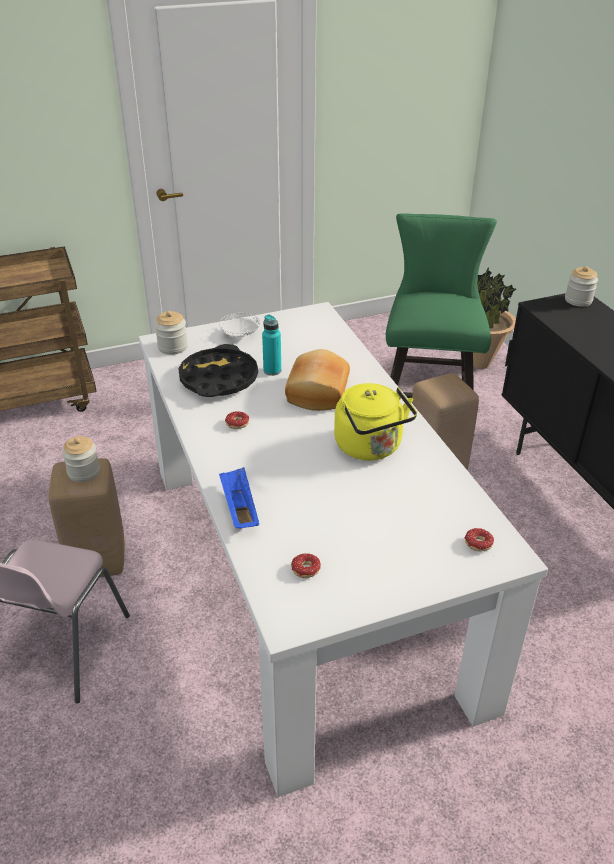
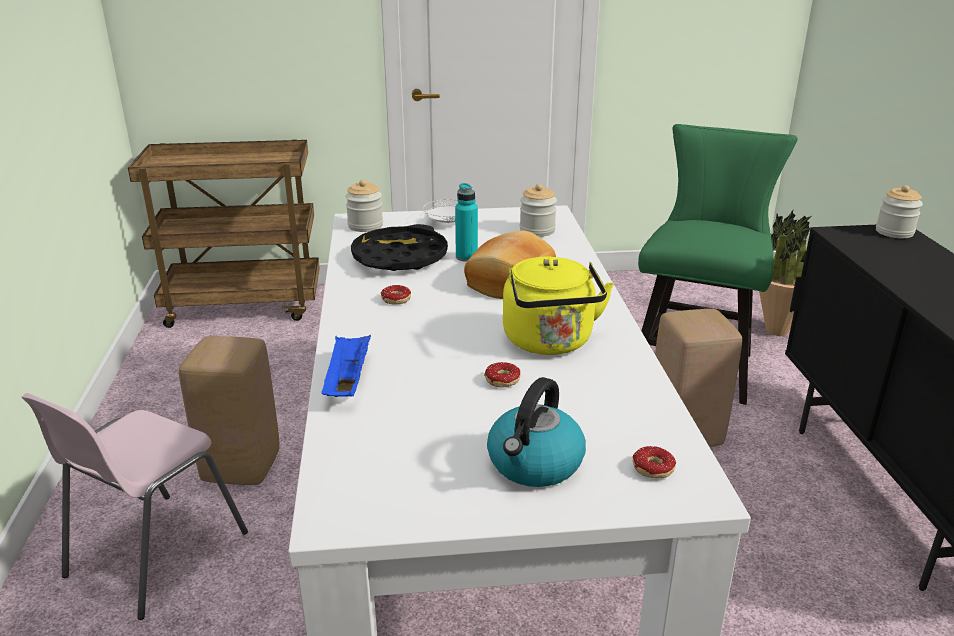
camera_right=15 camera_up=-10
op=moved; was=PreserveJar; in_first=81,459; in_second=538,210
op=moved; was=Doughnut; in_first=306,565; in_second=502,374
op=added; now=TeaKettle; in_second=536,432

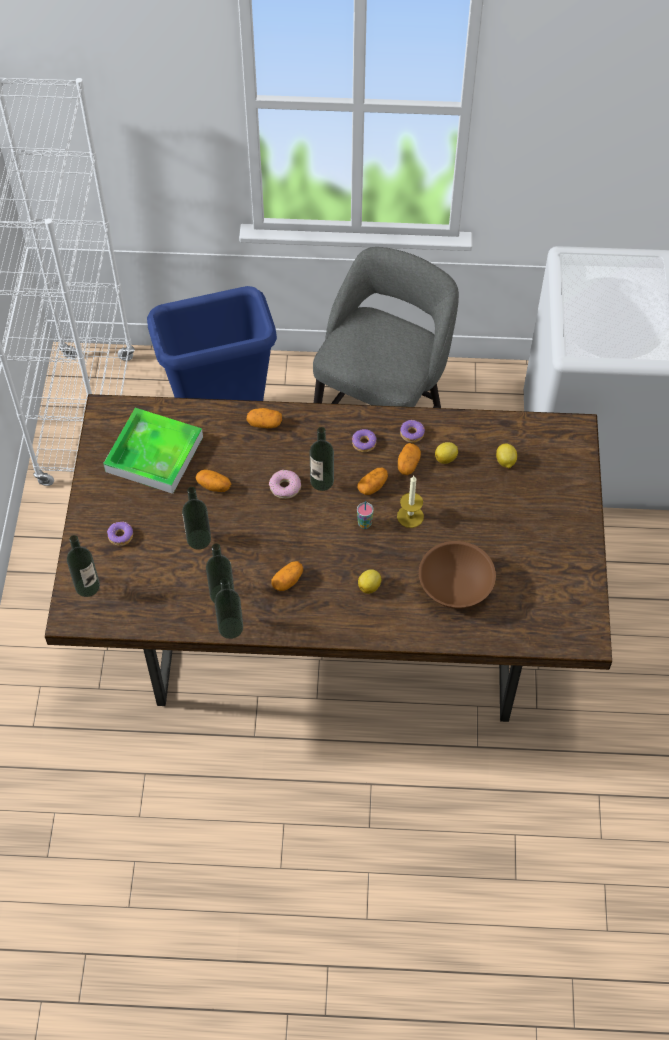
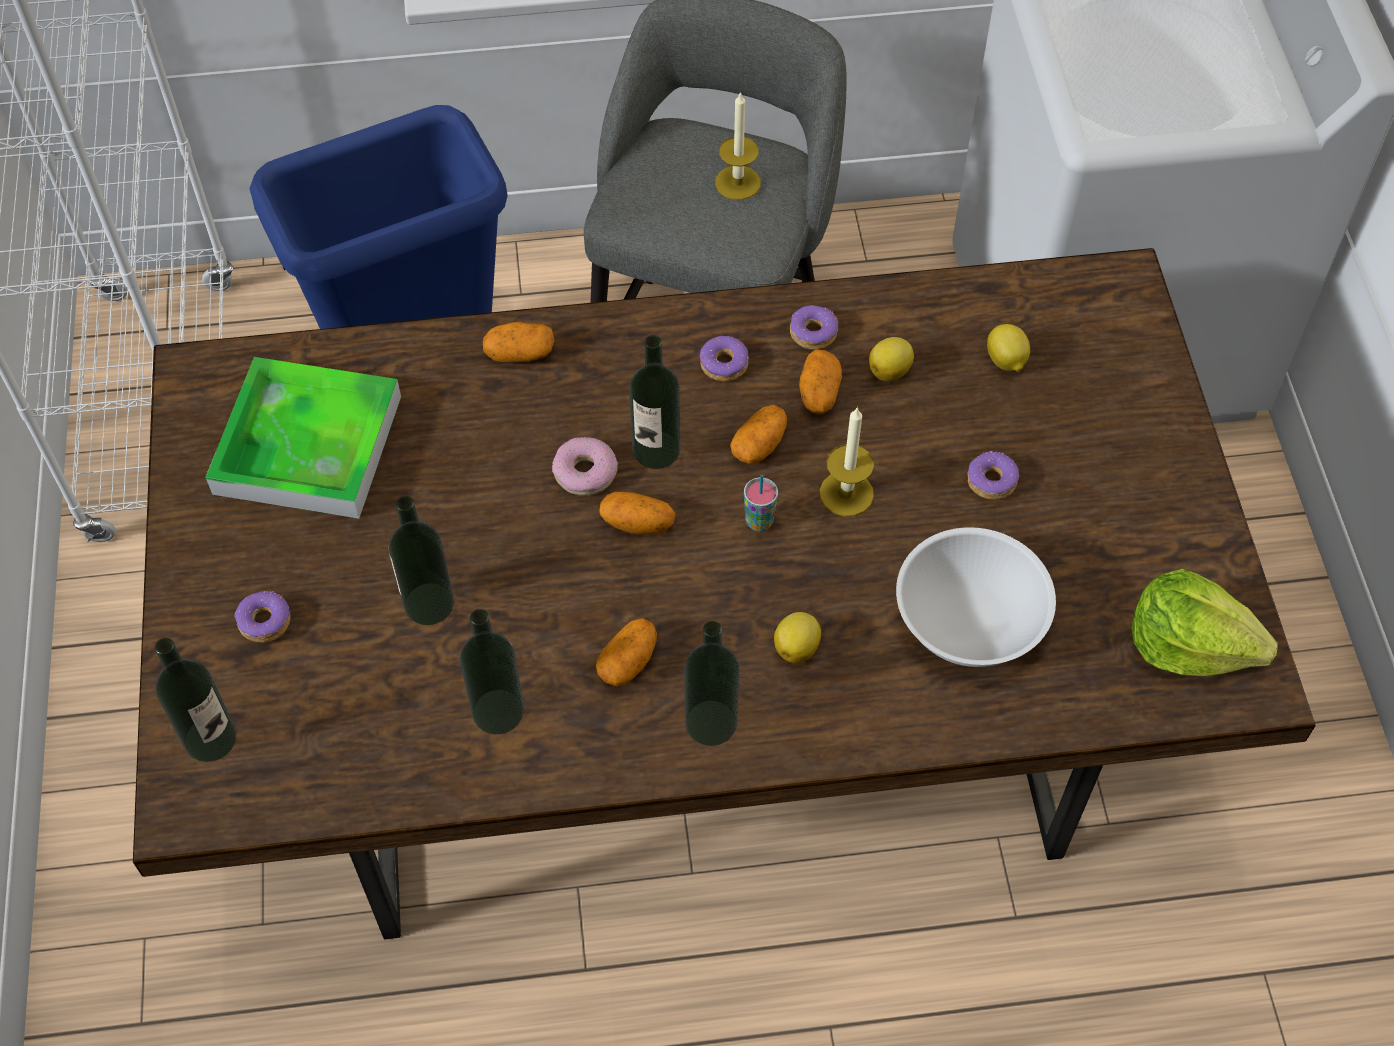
camera_right=-10 camera_up=0
op=moved; was=Potato; in_first=213,480; in_second=637,513
op=moved; was=BeverageBottle; in_first=228,608; in_second=711,683
op=recoloured; was=BrownishBowl; now=WhitishBowl; in_first=457,575; in_second=976,597
op=added; now=WaxLight; in_second=738,145
op=added; now=Doughnut; in_second=993,475
op=added; now=HeadOfLettuce; in_second=1205,622

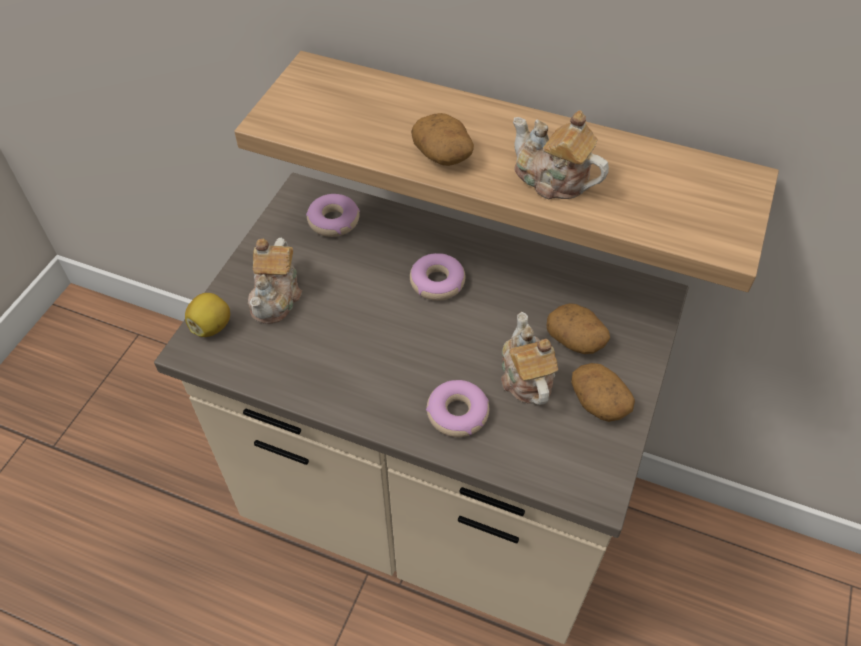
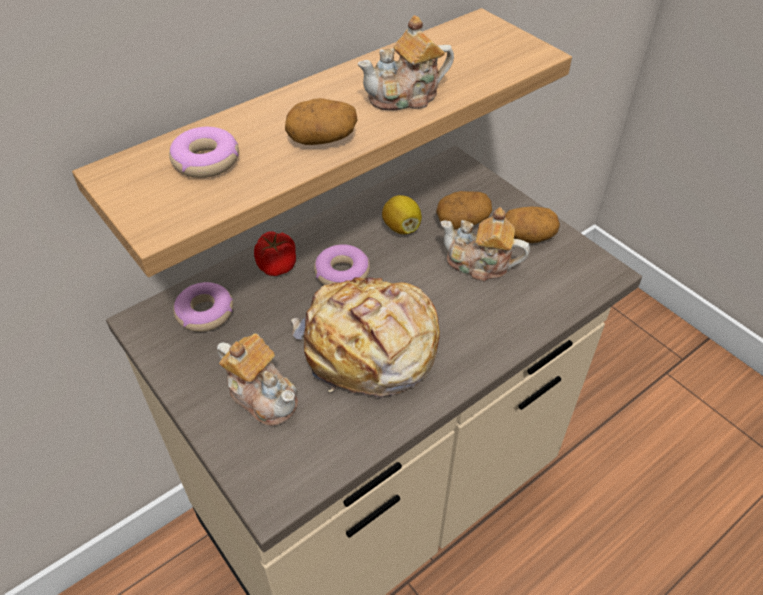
camera_right=-60 camera_up=-5
op=moved; was=CitrusFruit; in_first=207,315; in_second=402,214
op=moved; was=Doughnut; in_first=457,408; in_second=204,152
op=added; now=FreshTomato; in_second=275,254
op=added; now=BakedBread; in_second=365,337

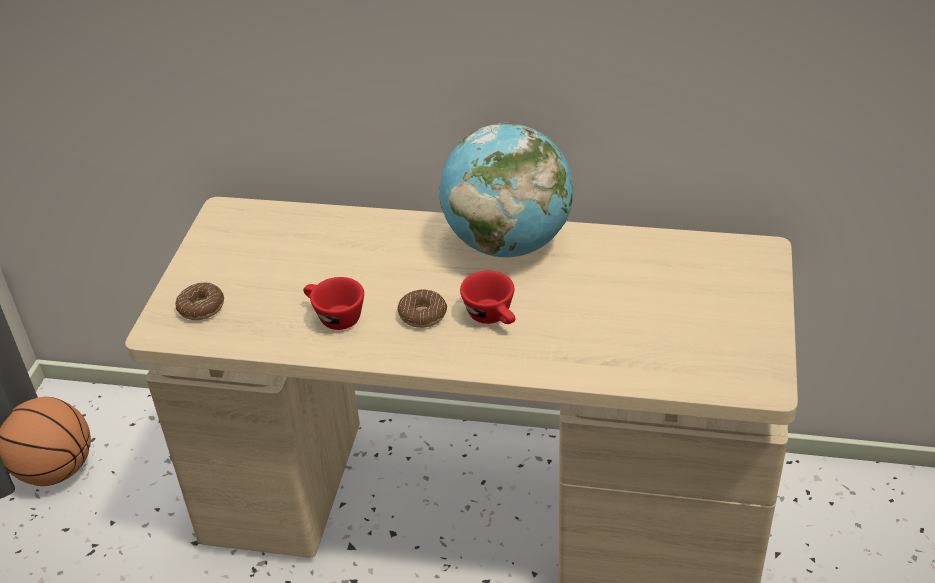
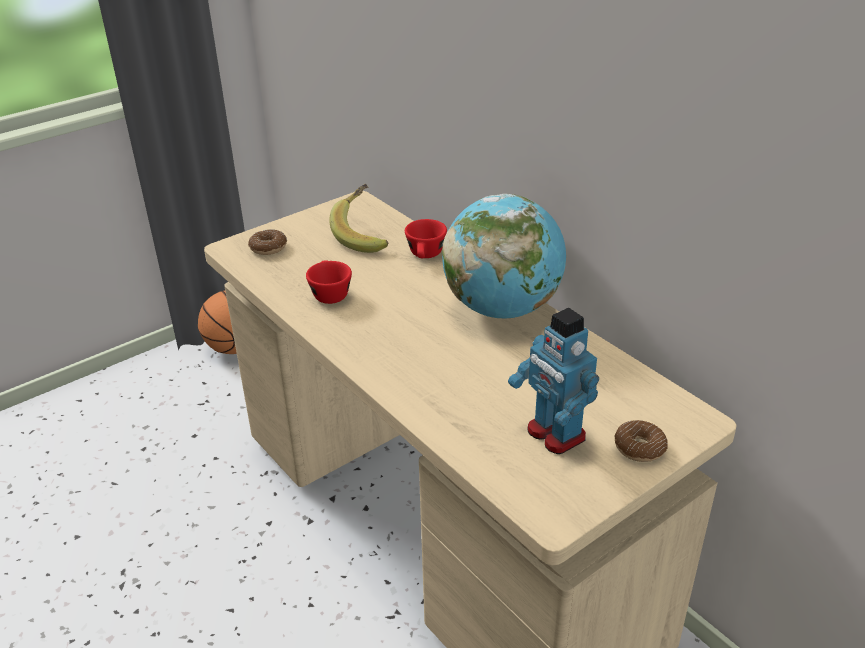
camera_right=40 camera_up=-5
op=moved; was=Doughnut; in_first=422,309; in_second=641,441
op=moved; was=RedSmallCup; in_first=487,297; in_second=426,238
op=added; now=BananaFruit; in_second=359,218
op=added; now=ToyRobot; in_second=553,381

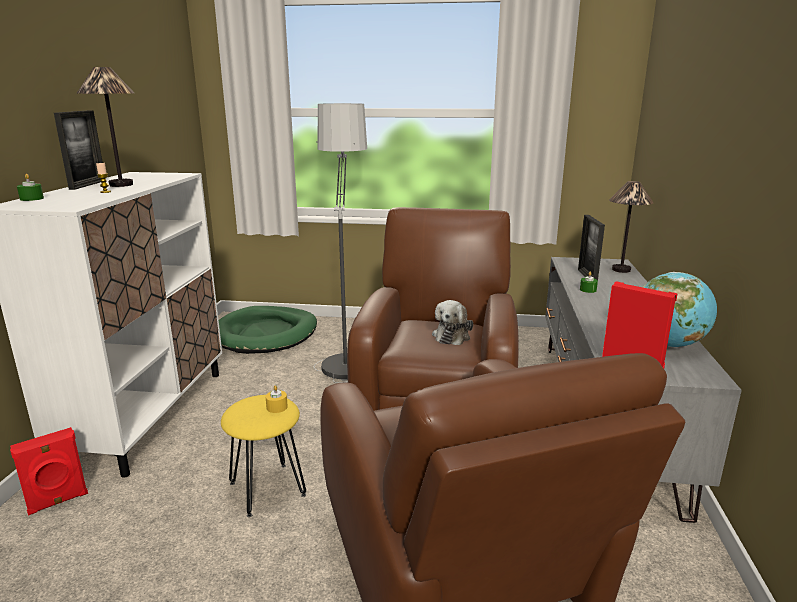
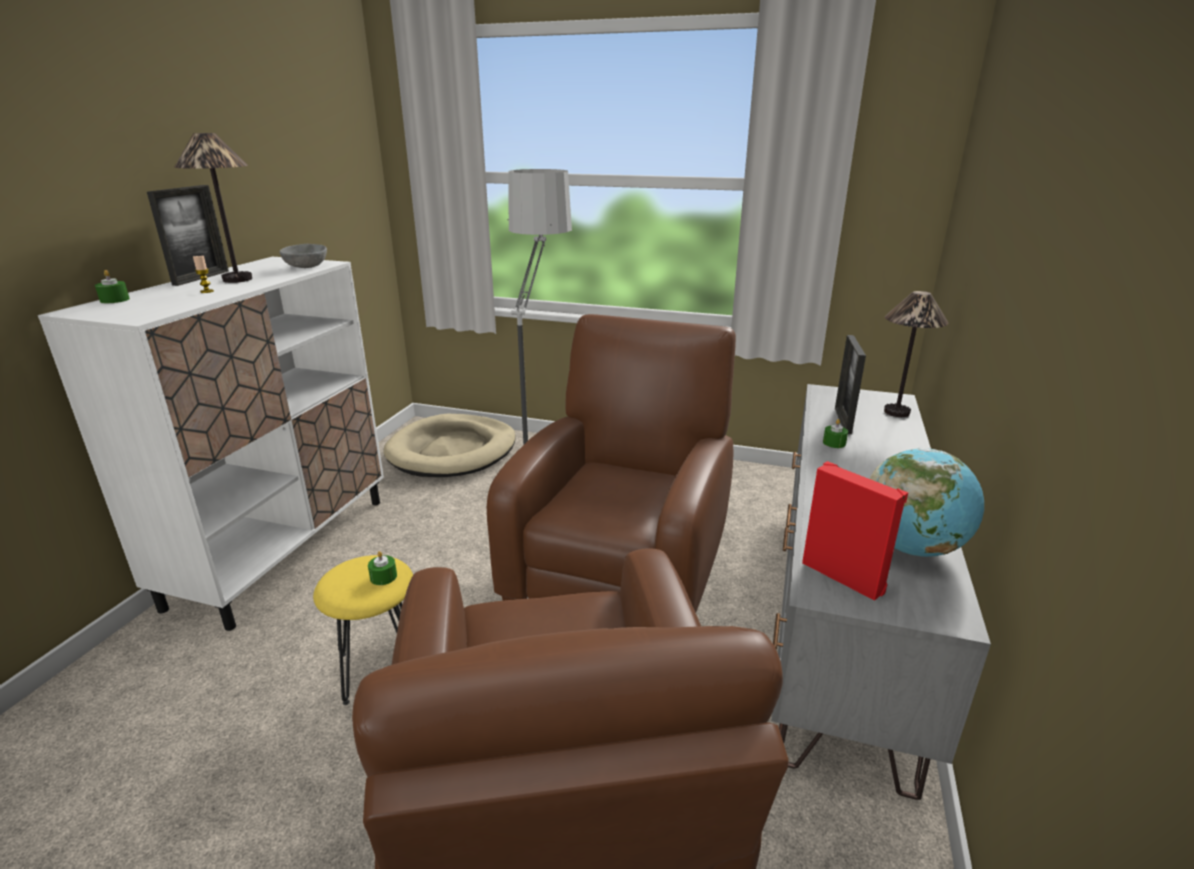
camera_right=10 camera_up=5
op=removed; was=RedAudioSpeaker; in_first=49,471
op=recoloured; was=GreenColouredDogCushion; now=BeigeColouredDogCushion; in_first=268,330; in_second=449,445
op=recoloured; was=YellowColouredWaxLight; now=GreenColouredWaxLight; in_first=277,399; in_second=382,568
op=removed; was=CuddlyToy; in_first=452,322
op=added; now=GreyBowl; in_second=303,256

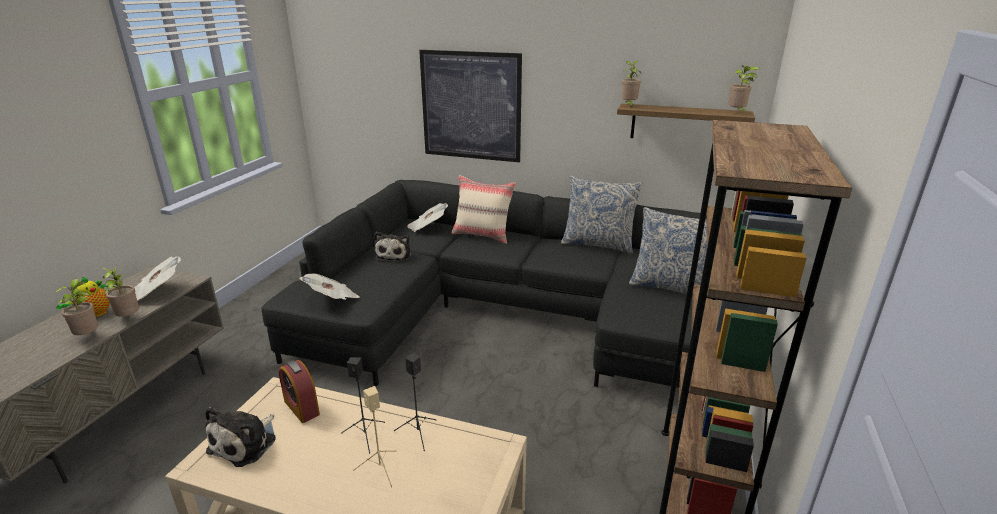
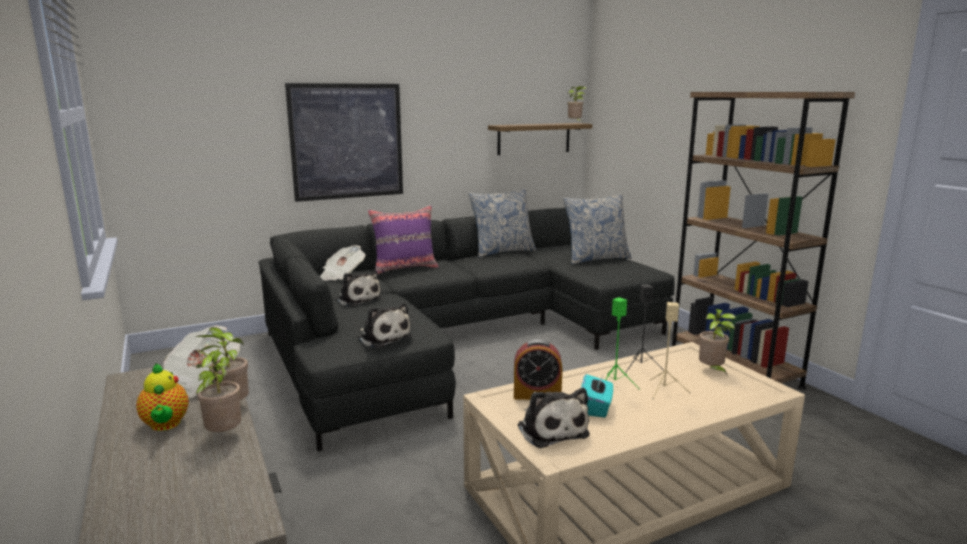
camera_right=-45 camera_up=-10
op=replaced; was=Newspaper; now=CuddlyToy; in_first=330,287; in_second=385,325
op=recoloured; was=BlackColouredAudioSpeaker; now=GreenColouredAudioSpeaker; in_first=363,405; in_second=622,343
op=recoloured; was=BeigeColouredPillow; now=PurpleColouredPillow; in_first=483,209; in_second=403,239
op=moved; was=PlantInAPot; in_first=631,84; in_second=717,343
op=added; now=TurquoiseTissueBox; in_second=597,395

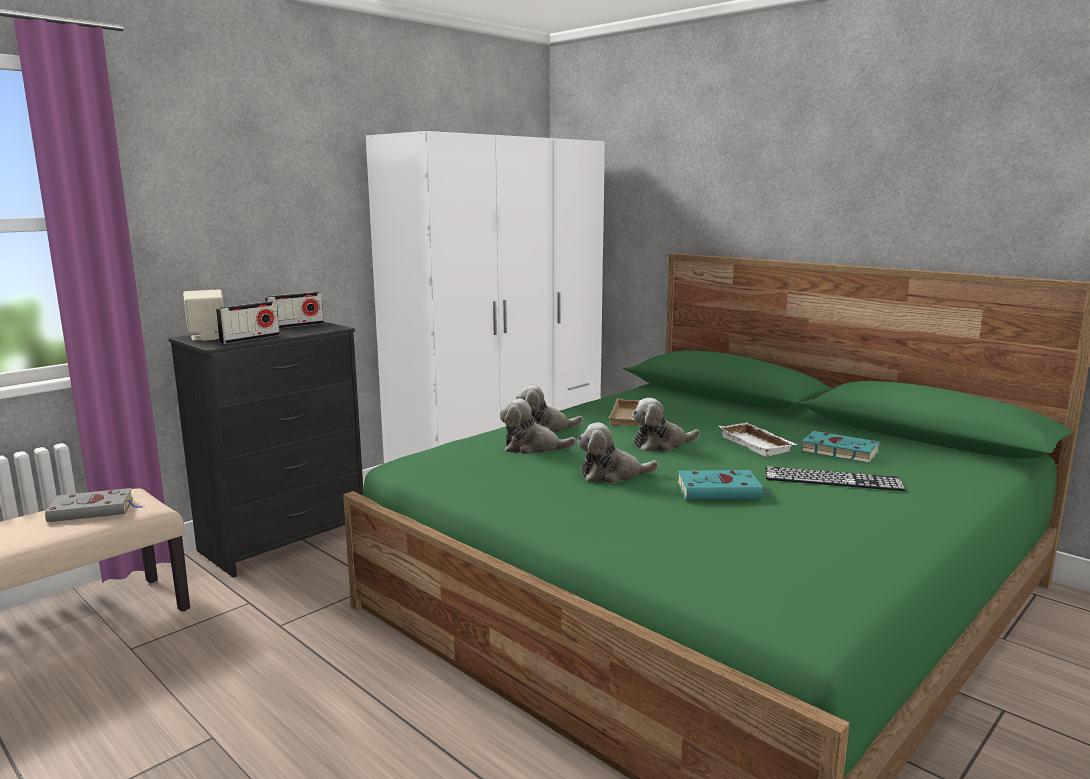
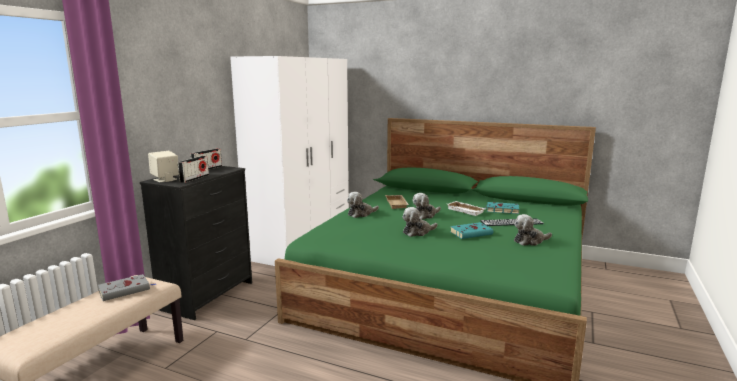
camera_right=-20 camera_up=0
op=moved; was=CuddlyToy; in_first=538,426; in_second=533,230

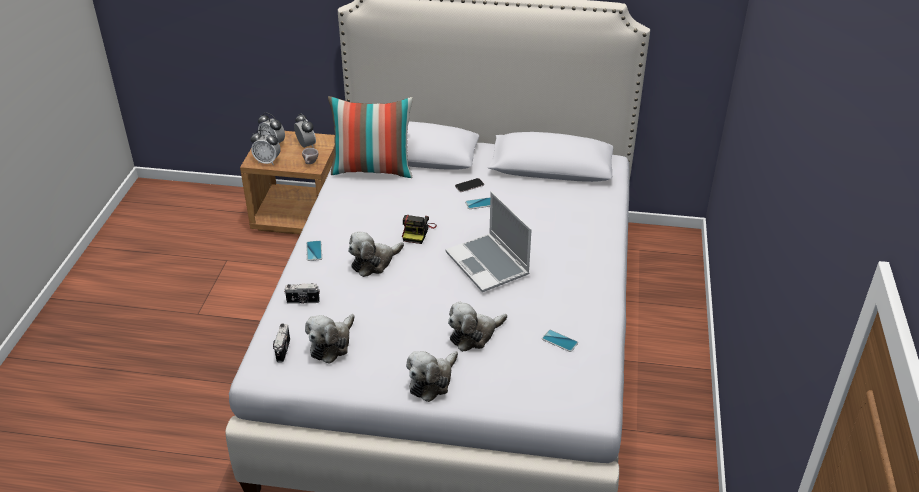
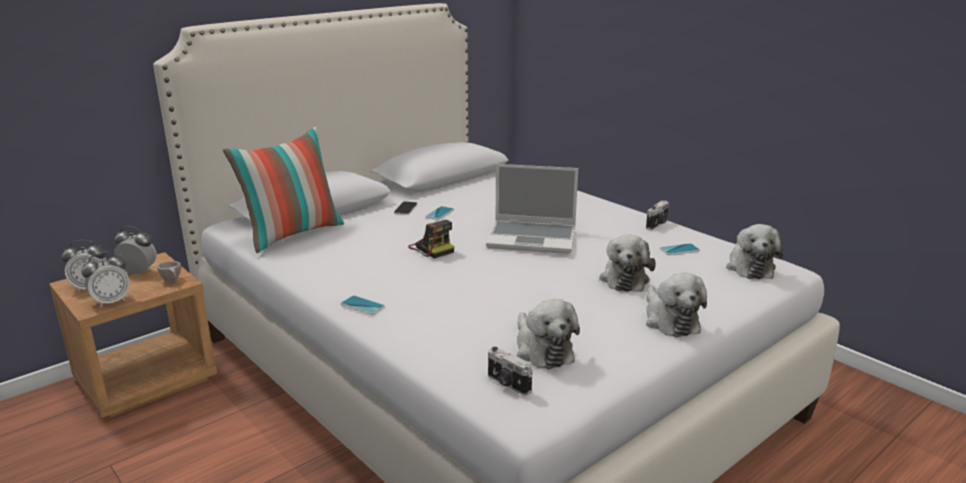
camera_right=-50 camera_up=-15
op=moved; was=StillCamera; in_first=302,293; in_second=657,215
op=moved; was=CuddlyToy; in_first=376,254; in_second=754,251

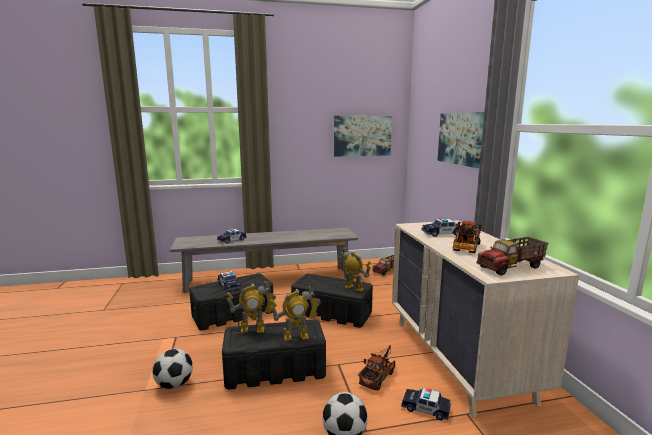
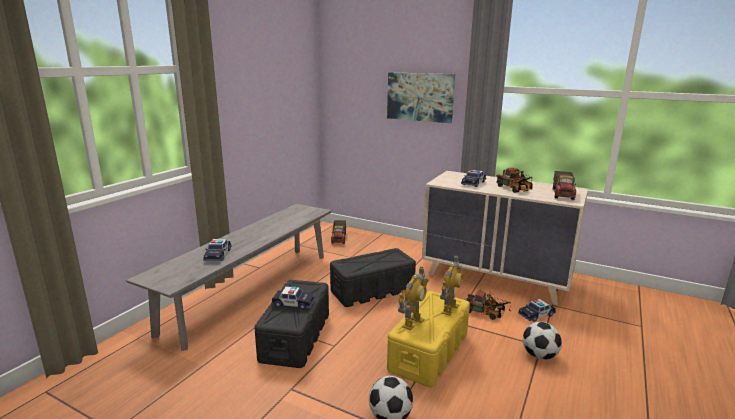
camera_right=-50 camera_up=5
op=recoloured; was=BlackColouredStorageContainer; now=YellowColouredStorageContainer; in_first=274,354; in_second=428,339
op=removed; was=Picture; in_first=363,136
op=removed; was=ToyRobot; in_first=354,269
op=turned; was=ModelTruck; in_first=377,367; in_second=488,305; clockwise=135

